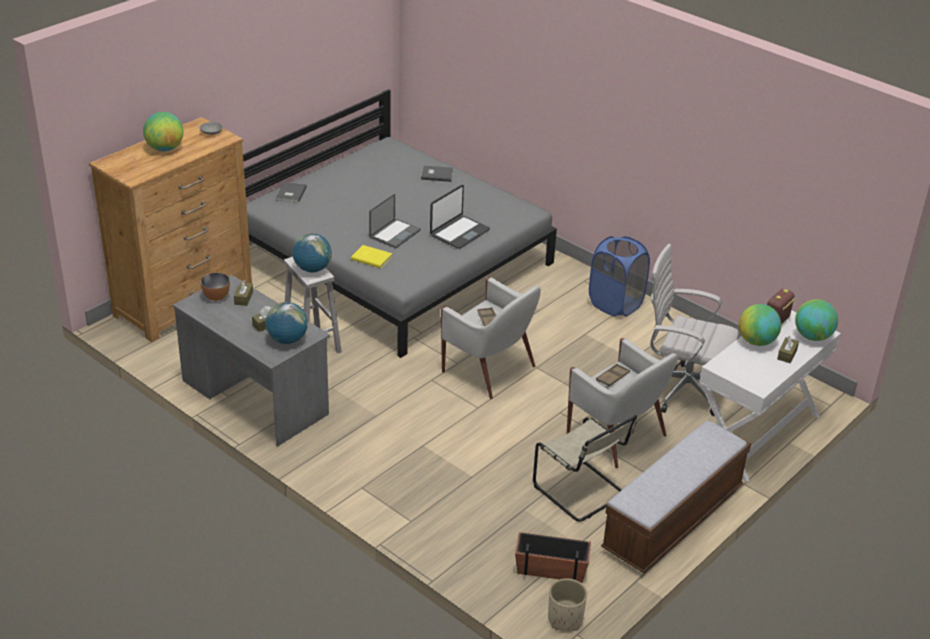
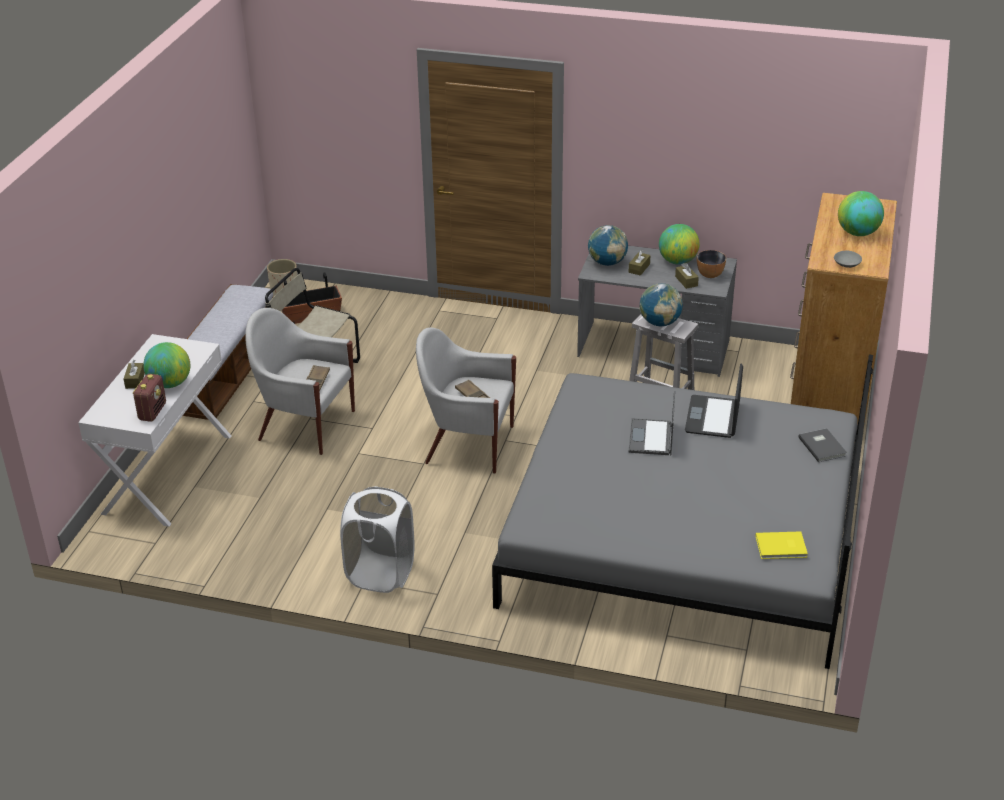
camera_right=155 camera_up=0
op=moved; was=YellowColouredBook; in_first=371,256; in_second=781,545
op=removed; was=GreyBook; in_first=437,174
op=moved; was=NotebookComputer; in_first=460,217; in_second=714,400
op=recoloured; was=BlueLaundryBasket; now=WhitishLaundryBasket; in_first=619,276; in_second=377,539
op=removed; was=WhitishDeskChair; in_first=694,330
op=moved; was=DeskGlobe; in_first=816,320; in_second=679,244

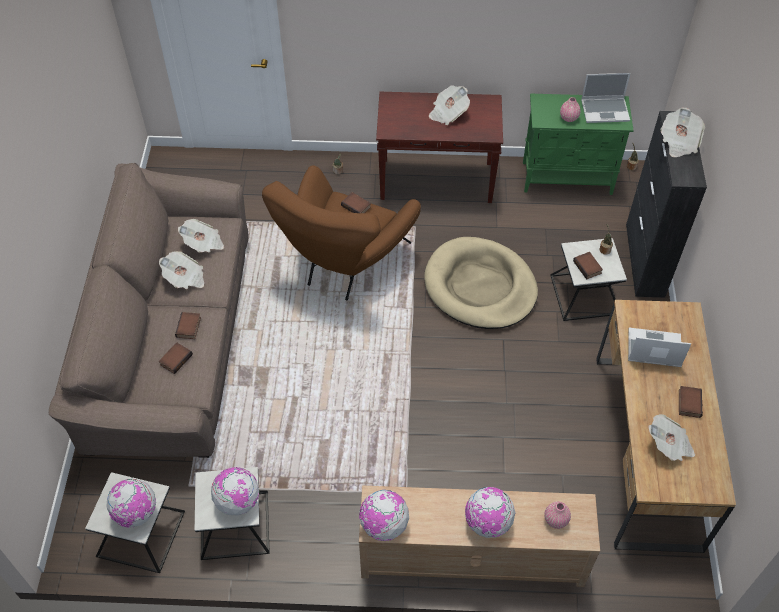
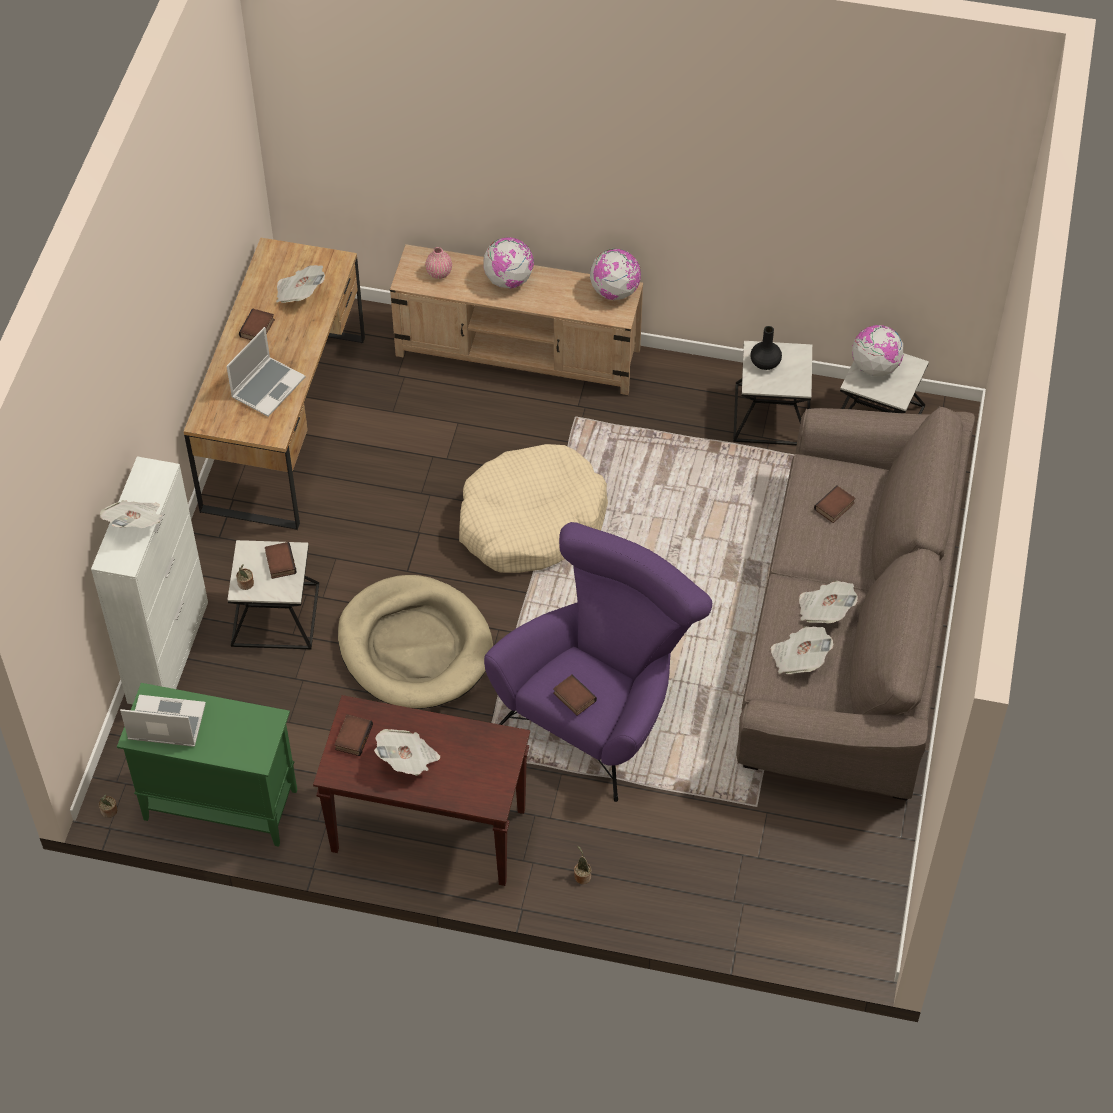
camera_right=-170 camera_up=0
op=moved; was=Book; in_first=188,325; in_second=353,735
op=replaced; was=DeskGlobe; now=BlackColouredFlowerVase; in_first=235,491; in_second=766,348
op=recoloured; was=BrownishArmchair; now=PurpleColouredArmchair; in_first=341,232; in_second=598,662
op=removed; was=PinkColouredFlowerVase; in_first=570,109
op=recoloured; was=BlackColouredCupboard; now=WhitishCupboard; in_first=666,204; in_second=149,580
op=turned; was=NotebookComputer; in_first=659,347; in_second=266,372; clockwise=-75
op=added; now=BeigeColouredDogCushion; in_second=533,508

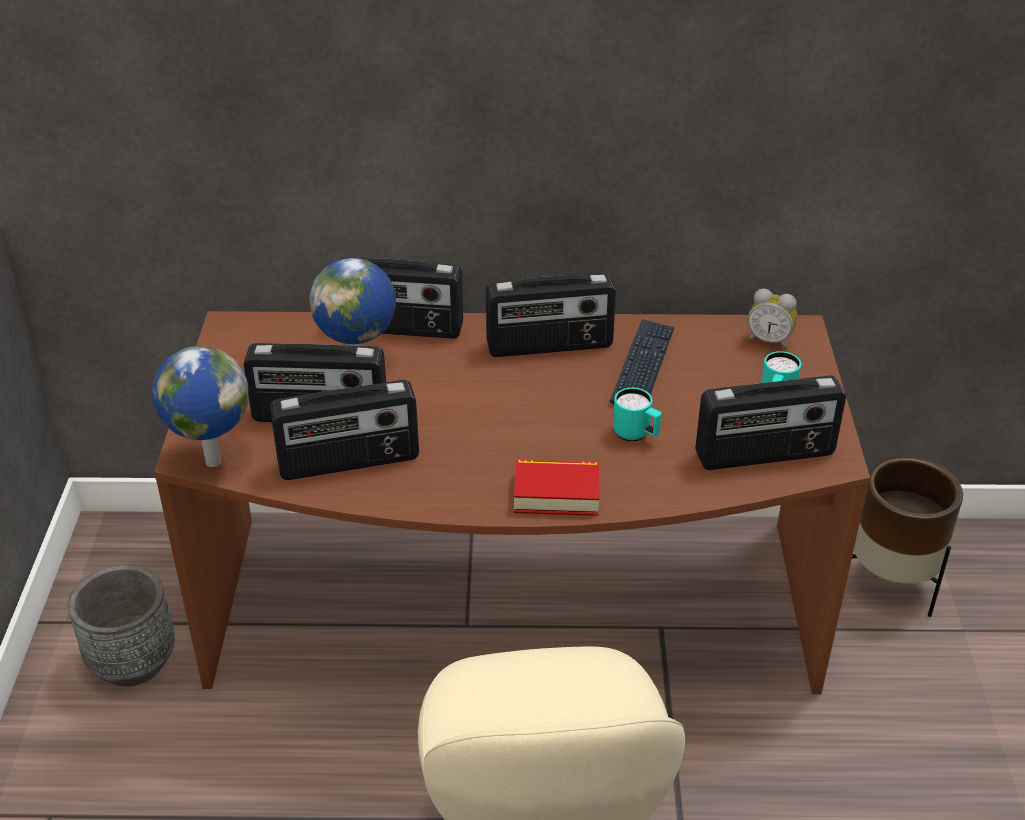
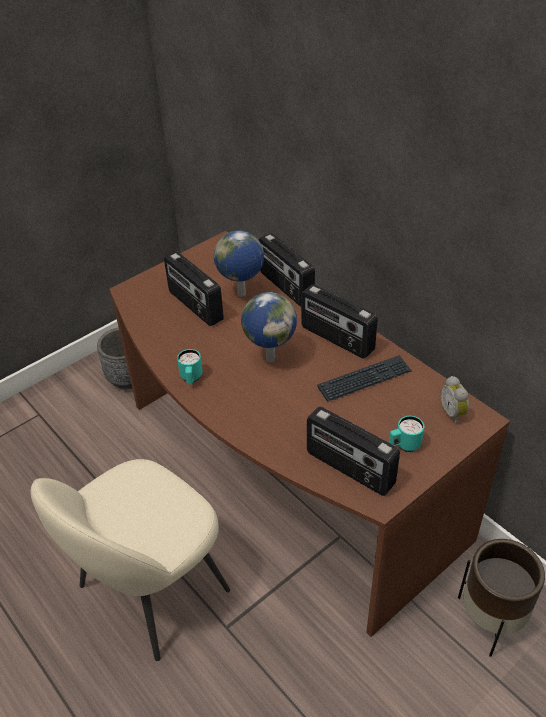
camera_right=50 camera_up=5
op=moved; was=DeskGlobe; in_first=200,406; in_second=269,327
op=removed; was=RadioSet; in_first=344,430
op=removed; was=Book; in_first=556,488
op=moved; was=TurquoiseMug; in_first=637,414; in_second=190,366

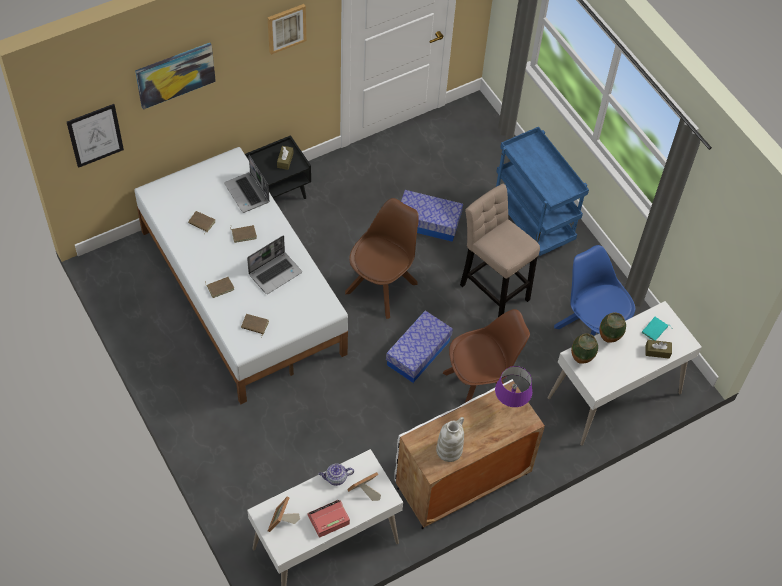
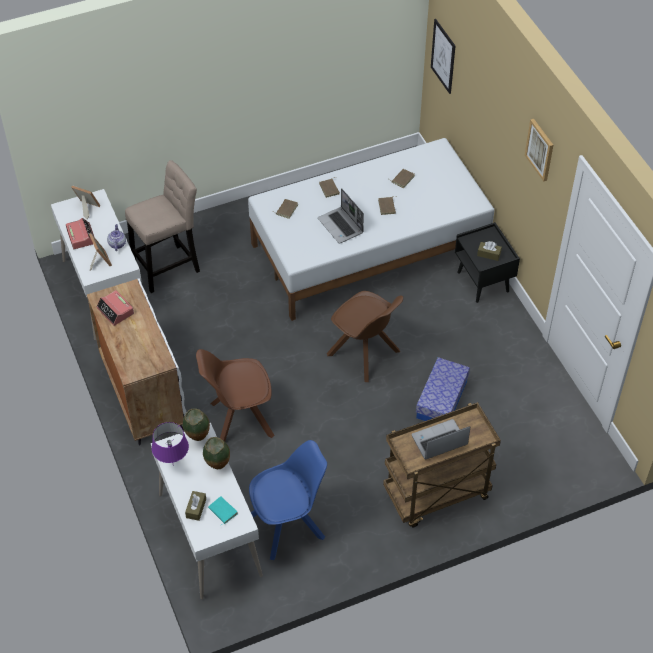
camera_right=100 camera_up=-5
op=removed; was=Picture; in_first=175,76
op=moved; was=NotebookComputer; in_first=247,184; in_second=441,439
op=removed; was=StorageContainer; in_first=419,347
op=replaced; was=WhitishFlowerVase; now=BedsideClock; in_first=450,439; in_second=115,308
op=turned; was=BrownishUprightChair; in_first=486,356; in_second=235,395; clockwise=90
op=moved; was=BeigeColouredStool; in_first=500,250; in_second=162,226
op=moved; was=PurpleColouredTabletopLamp; in_first=513,386; in_second=170,442
op=recoloured; was=BlueWheeledCart; now=BrownishWheeledCart; in_first=542,191; in_second=442,465

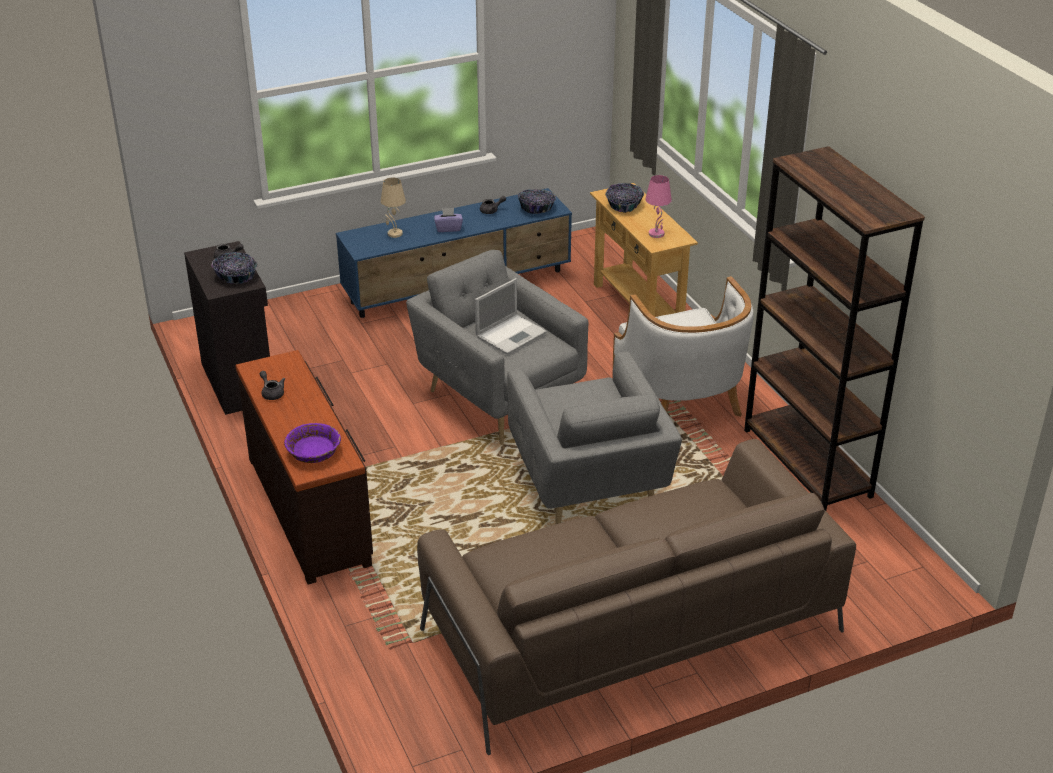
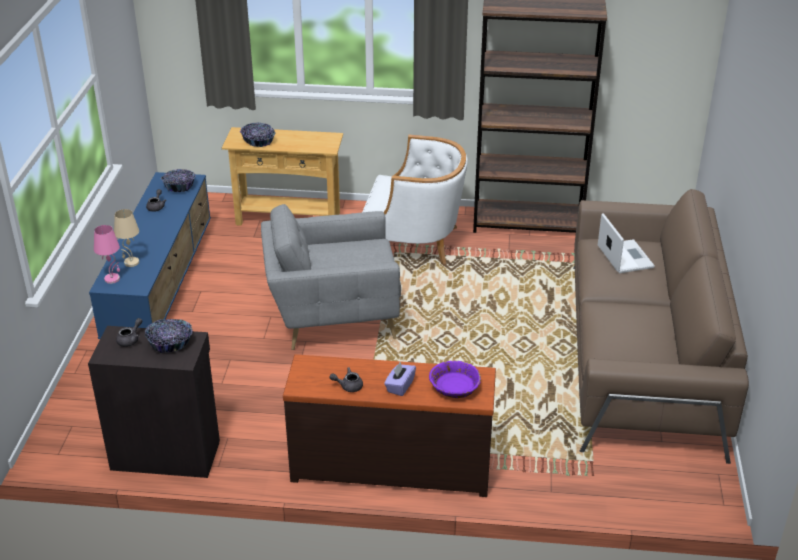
camera_right=-60 camera_up=0
op=moved; was=PurpleColouredTissueBox; in_first=448,220; in_second=400,379
op=moved; was=NotebookComputer; in_first=511,316; in_second=626,243
op=removed; was=GreyArmchair; in_first=594,438
op=moved; was=PinkColouredTabletopLamp; in_first=658,206; in_second=107,254

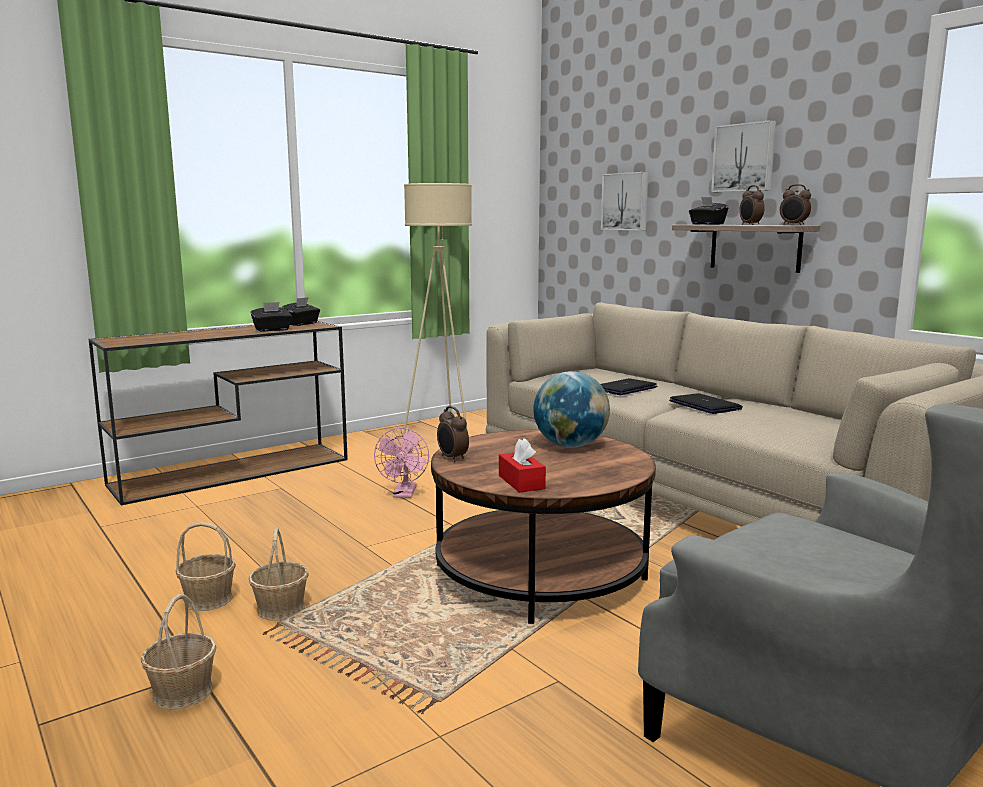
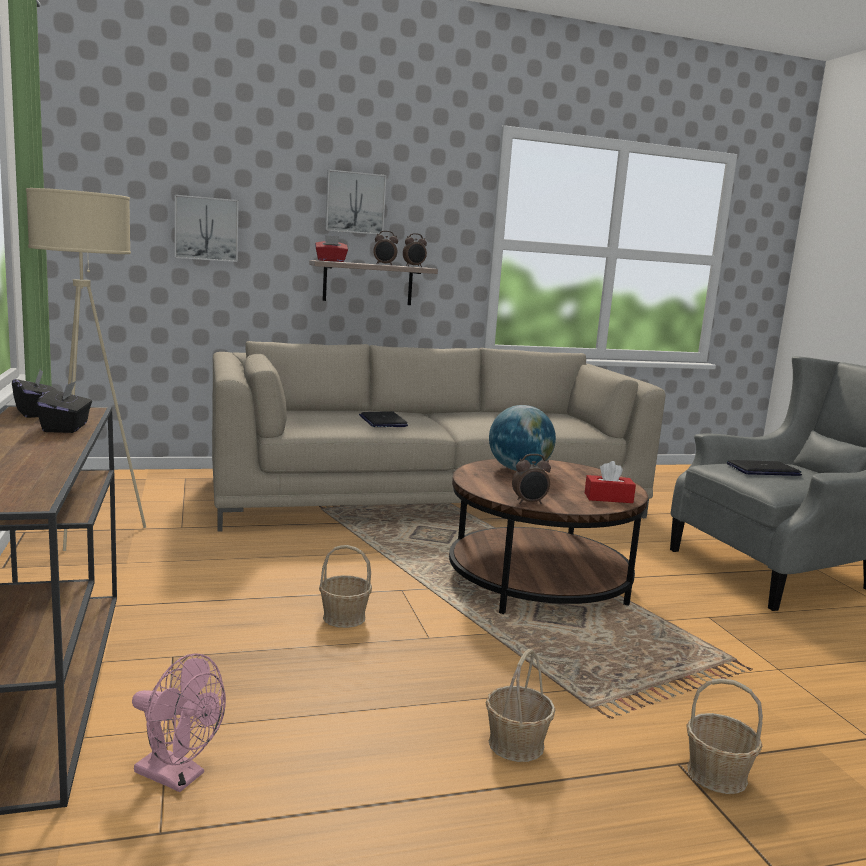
camera_right=-70 camera_up=0
op=moved; was=HouseholdBasket; in_first=279,574; in_second=345,586
op=moved; was=PinkColouredCoolingFan; in_first=401,463; in_second=179,722
op=moved; was=NotebookComputer; in_first=706,403; in_second=764,468
op=recoloured; was=BlackColouredTissueBox; now=RedTissueBox; in_first=709,211; in_second=331,248

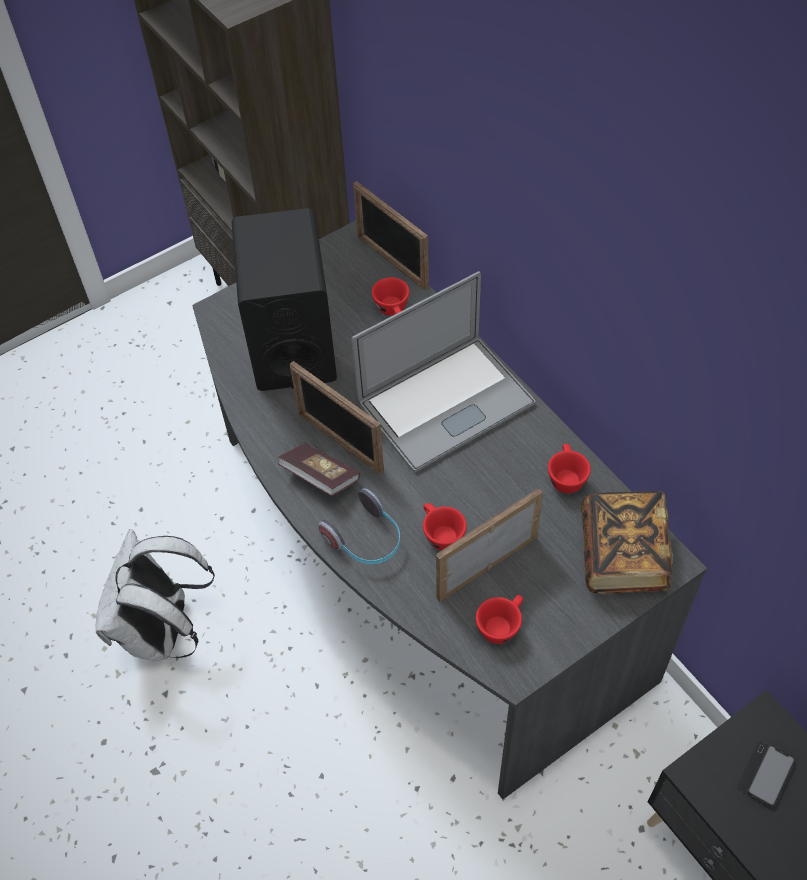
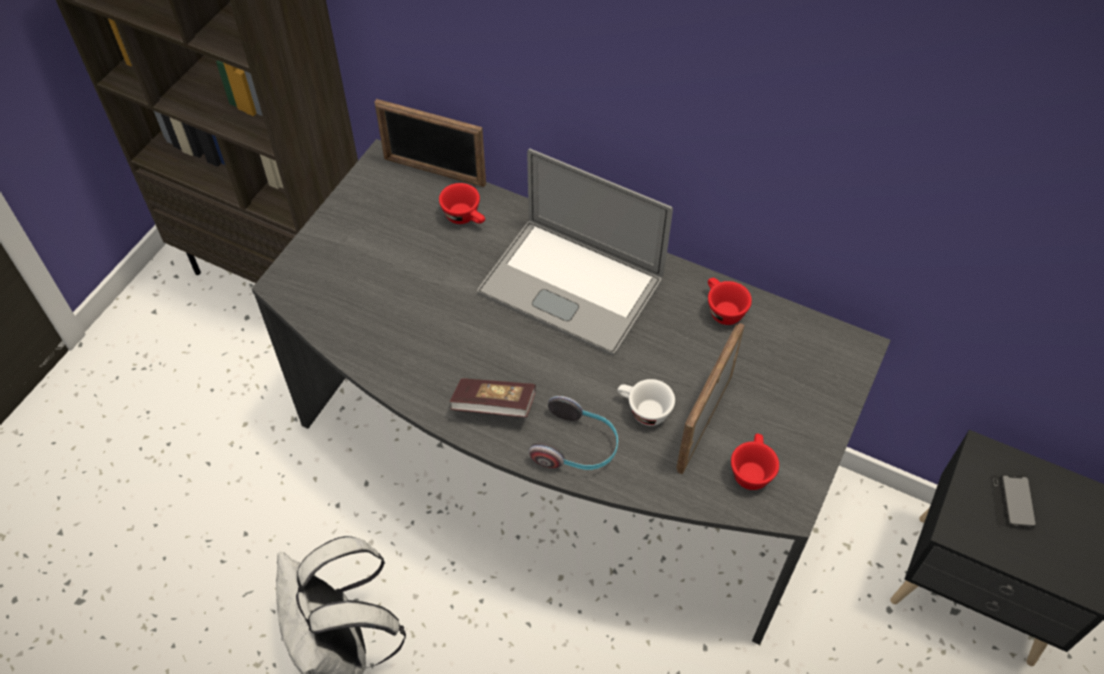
camera_right=-30 camera_up=0
op=removed; was=BlackColouredAudioSpeaker; in_first=284,299
op=removed; was=StandingFrame; in_first=337,417
op=turned; was=NotebookComputer; in_first=443,371; in_second=575,252; clockwise=90
op=recoloured; was=RedSmallCup; now=WhitishSmallCup; in_first=445,526; in_second=646,402
op=removed; was=Book; in_first=626,542

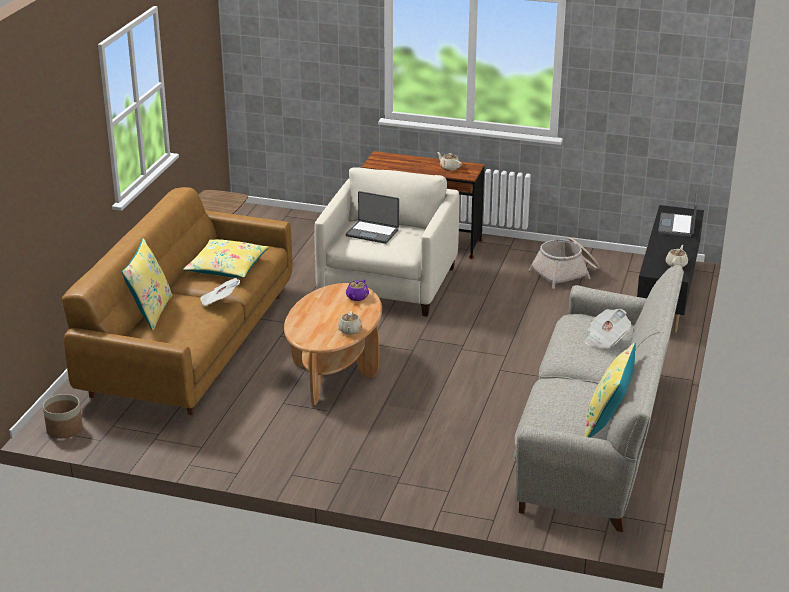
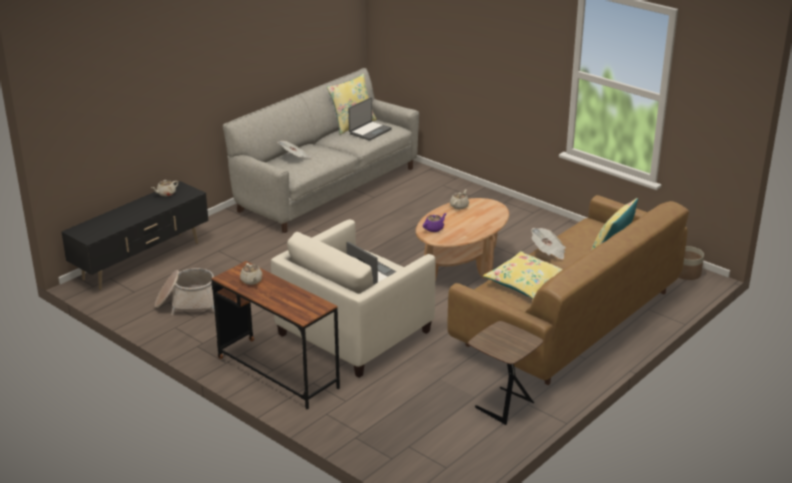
camera_right=-155 camera_up=0
op=moved; was=NotebookComputer; in_first=678,212; in_second=370,119

